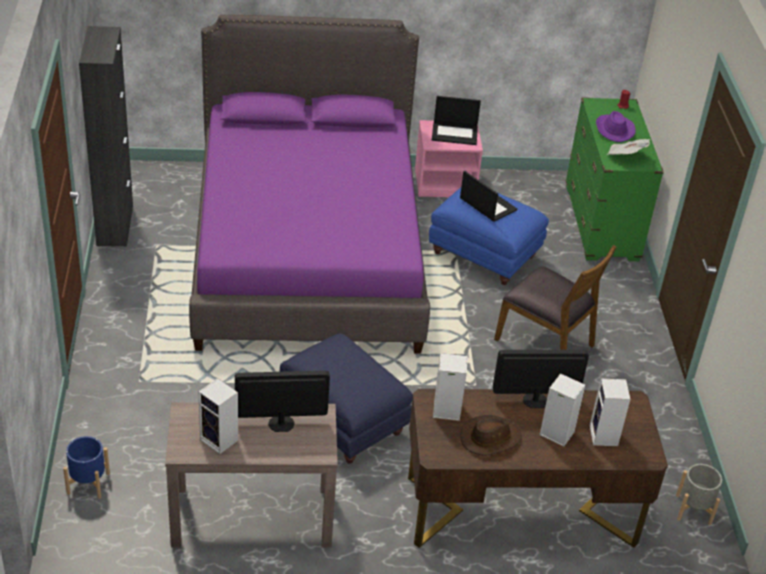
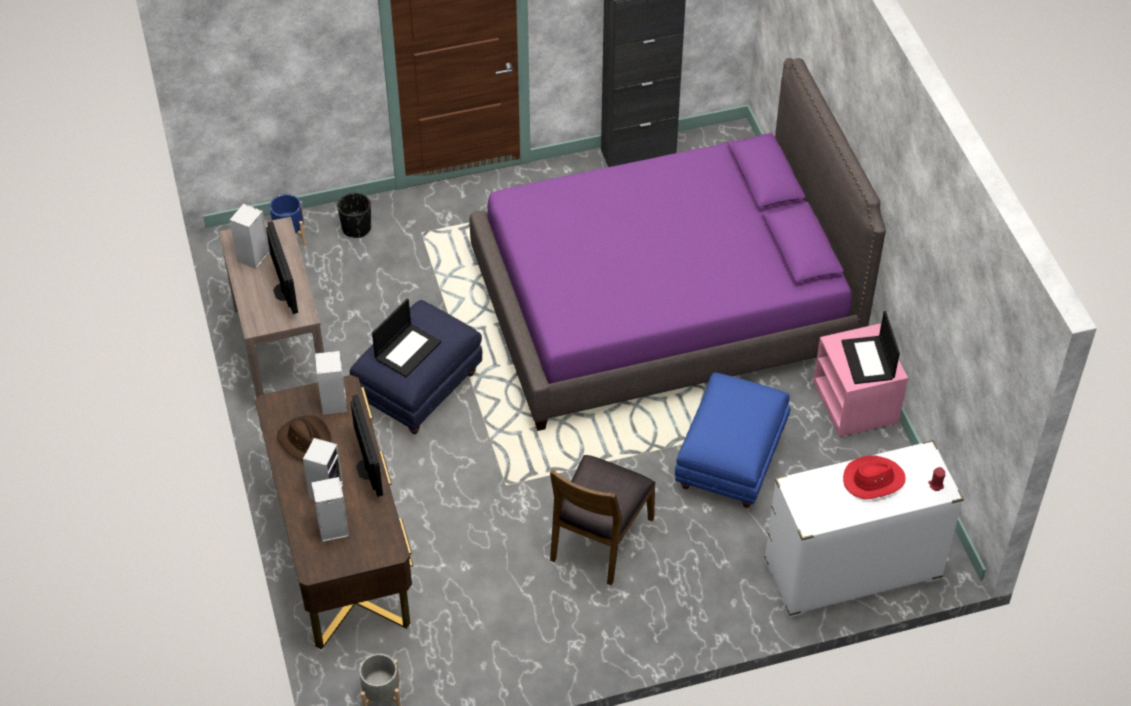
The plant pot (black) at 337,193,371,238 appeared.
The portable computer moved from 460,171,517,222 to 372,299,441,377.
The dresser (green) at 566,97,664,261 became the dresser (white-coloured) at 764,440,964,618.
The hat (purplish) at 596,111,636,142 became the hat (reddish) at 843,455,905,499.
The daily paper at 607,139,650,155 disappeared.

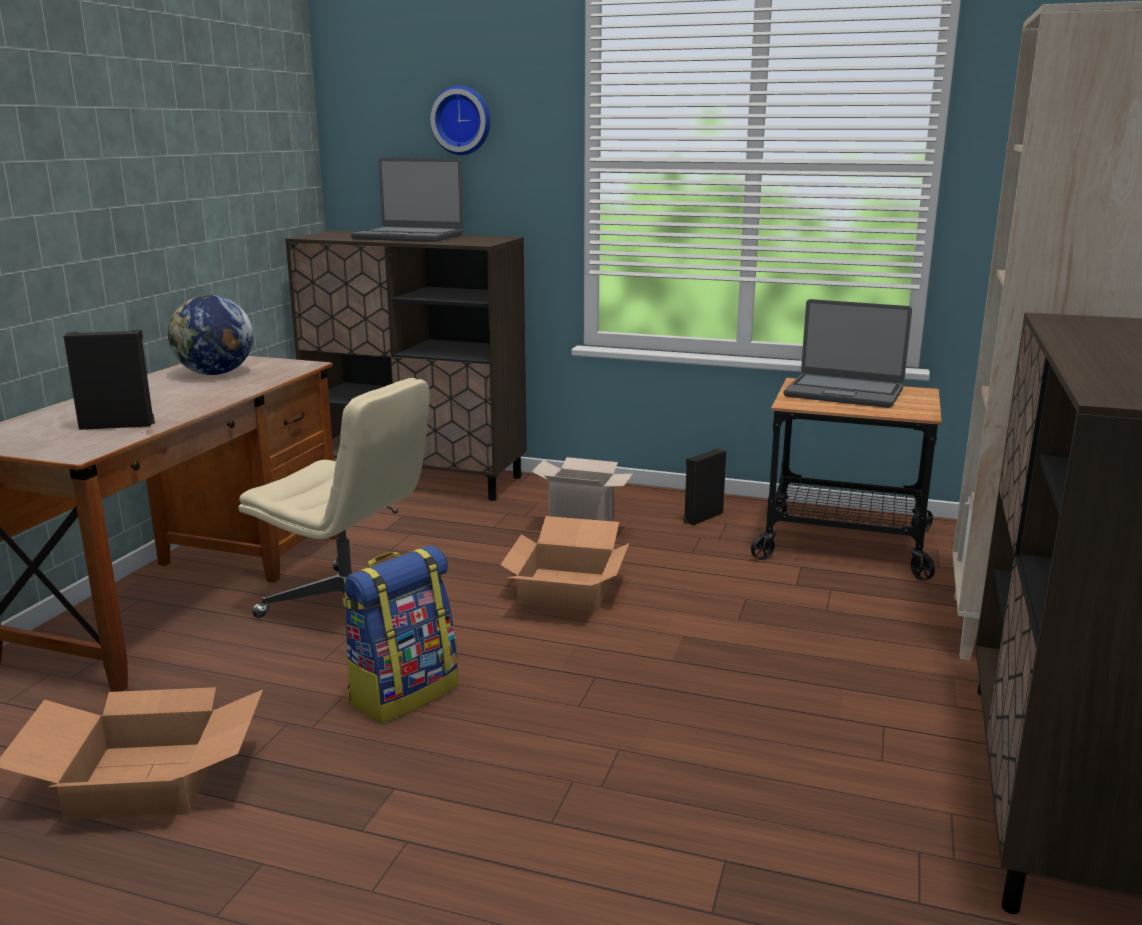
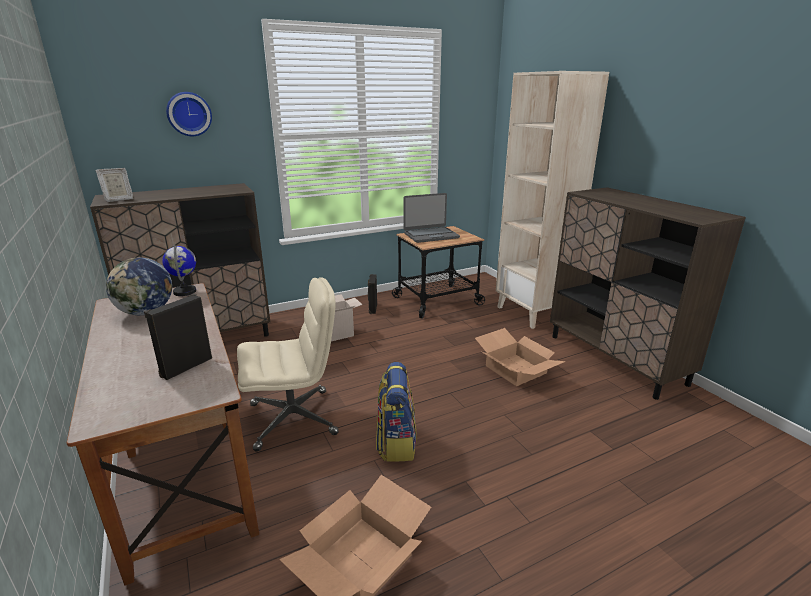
The standing frame at 95,168,133,202 appeared.
The globe at 162,245,196,296 appeared.
The packing box moved from 501,516,629,611 to 475,328,566,386.
The portable computer at 351,158,464,242 disappeared.

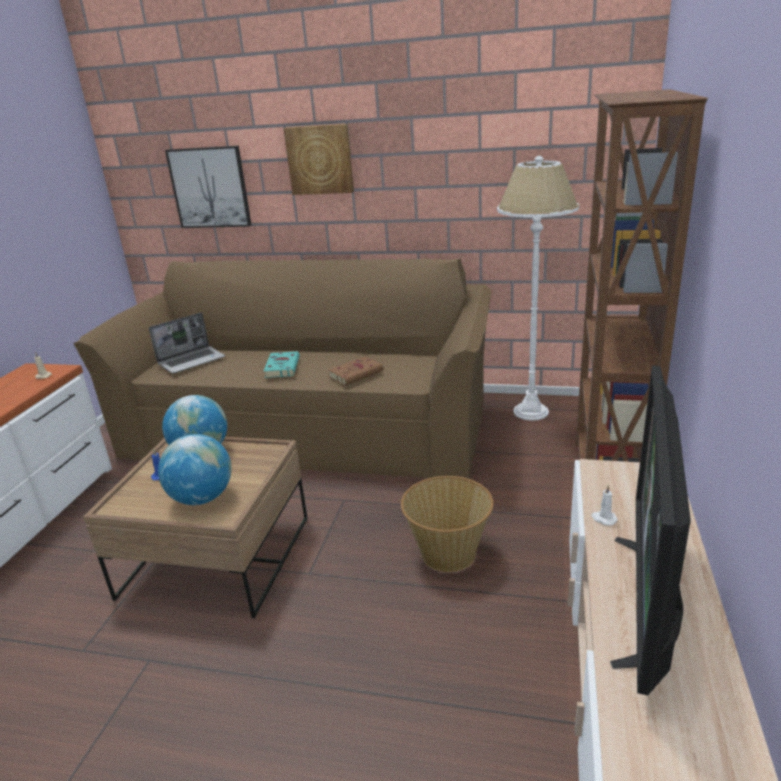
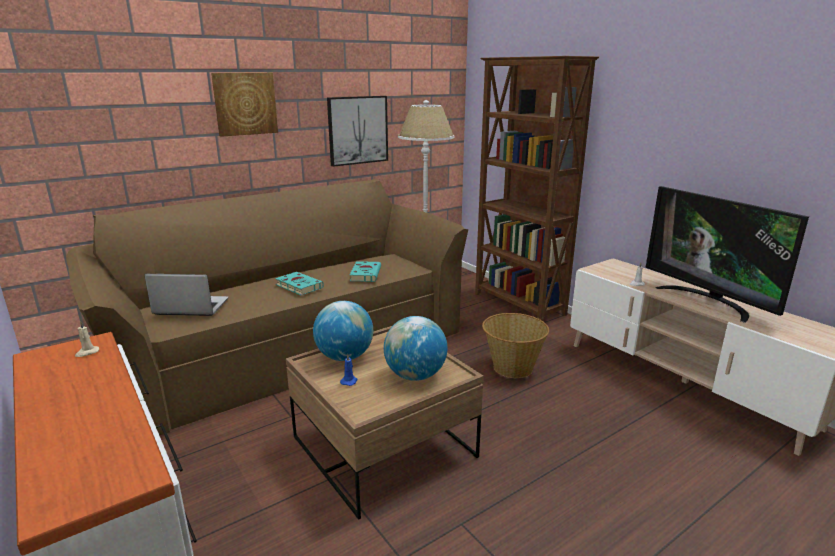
The portable computer at 149,313,225,373 turned 90 degrees counterclockwise.
The wall picture moved from 165,146,252,228 to 327,96,388,167.
The bound book (brown-coloured) at 328,356,383,385 became the bound book (blue-green) at 350,261,381,282.

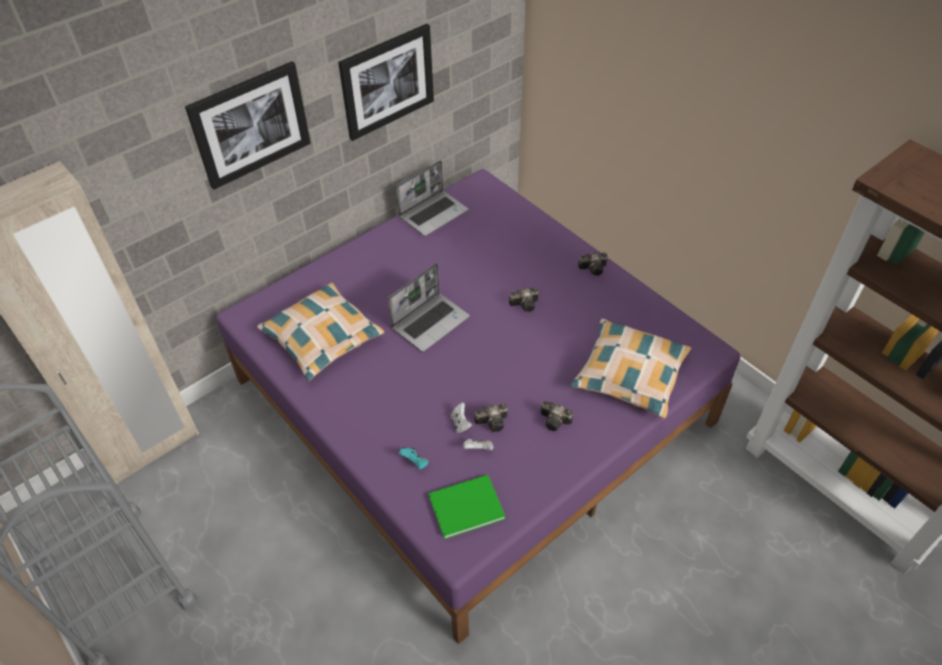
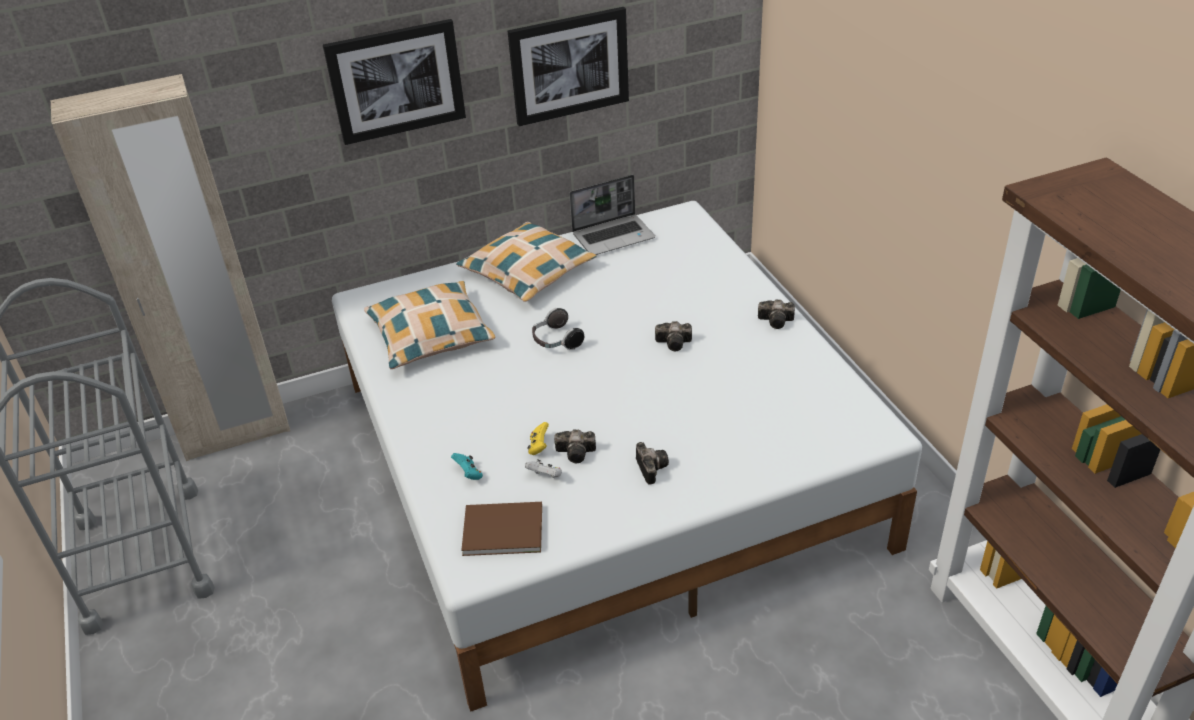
The bedroom bed (purplish) at 216,169,740,644 became the bedroom bed (white-coloured) at 332,201,922,712.
The cushion moved from 570,319,692,419 to 456,222,597,302.
The bound book (green) at 428,475,505,539 became the bound book (brown-coloured) at 461,502,542,556.
The gamepad (white-coloured) at 451,403,472,433 became the gamepad (yellow-coloured) at 527,422,549,455.
The portable computer at 388,263,470,352 was replaced by the headset at 532,308,584,350.
The photo camera at 540,401,573,431 turned 150 degrees counterclockwise.

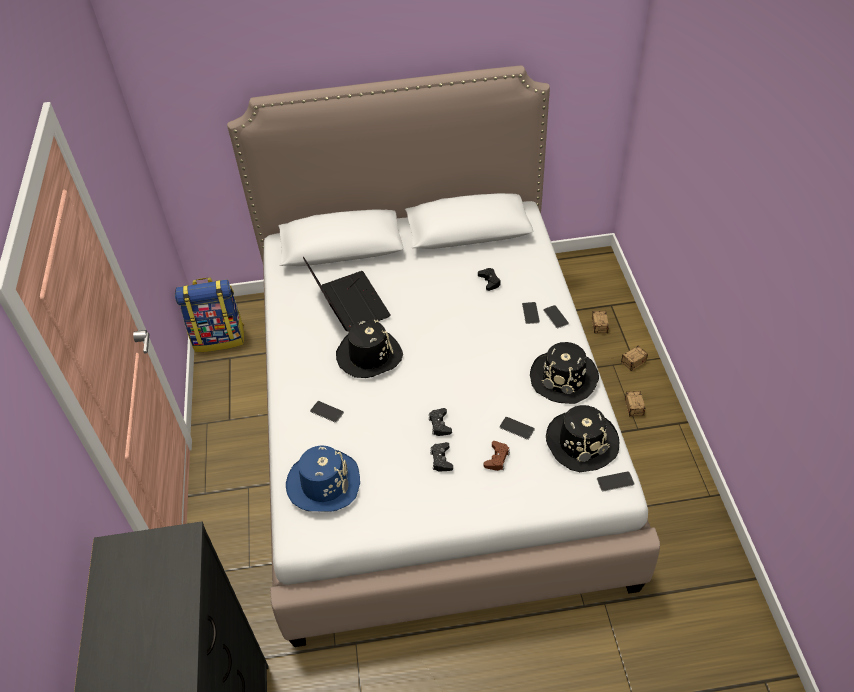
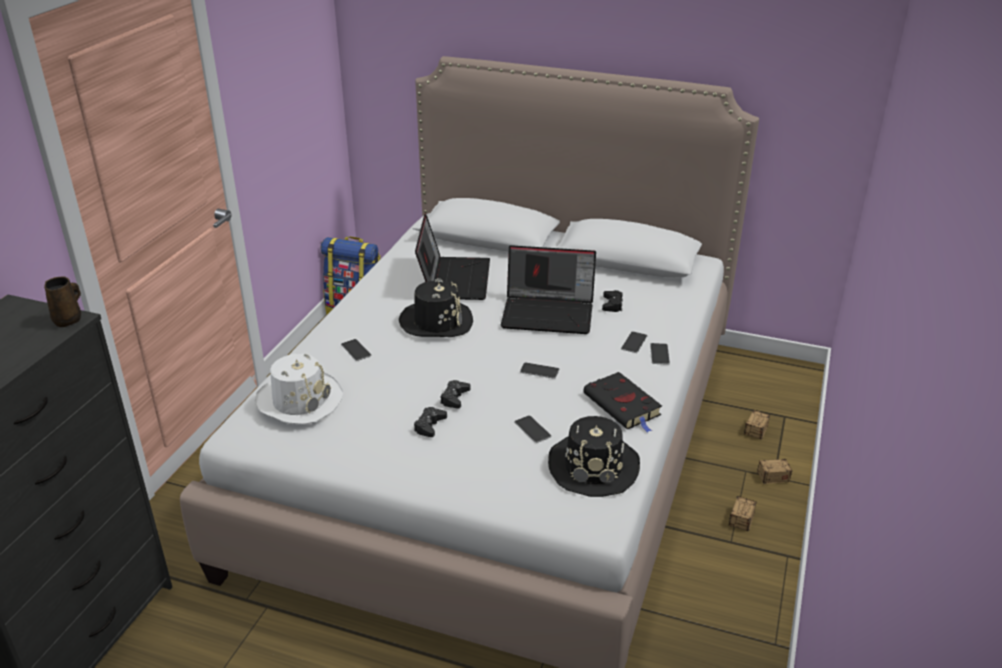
The coffee mug (brown-coloured) at 44,277,81,327 appeared.
The hat (blue-coloured) at 286,445,360,511 became the hat (white-coloured) at 255,354,343,424.
The portable computer at 501,245,596,334 appeared.
The phone moved from 597,471,635,492 to 520,362,559,379.
The hat (black) at 530,342,599,404 was replaced by the bound book (black) at 583,372,662,433.
The gamepad (brown-coloured) at 484,441,510,471 disappeared.

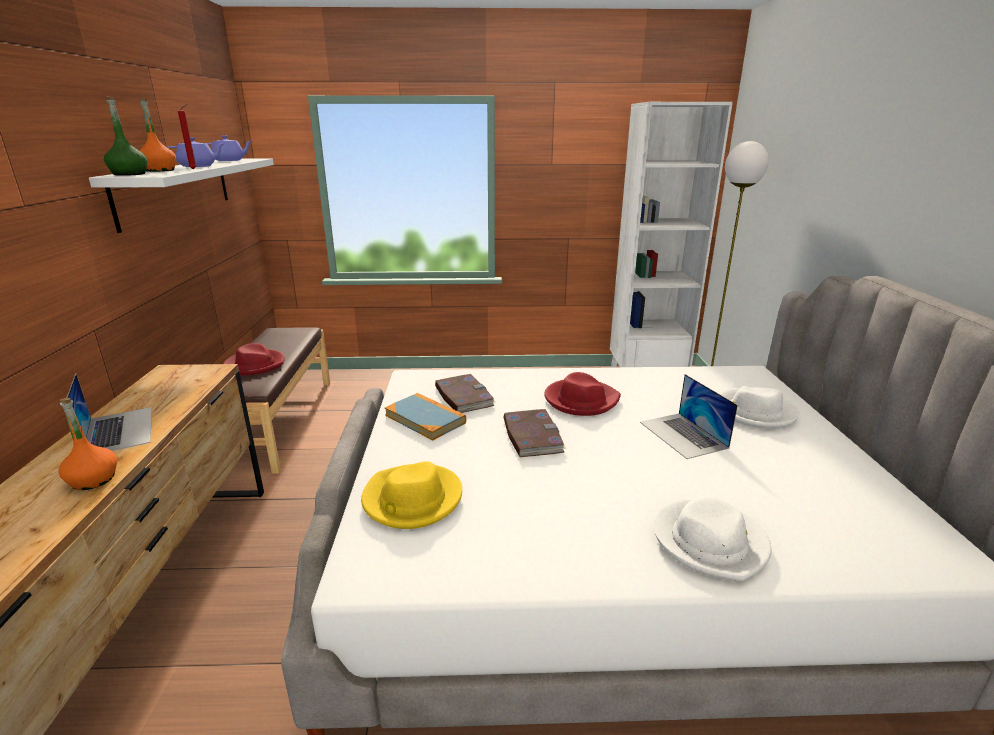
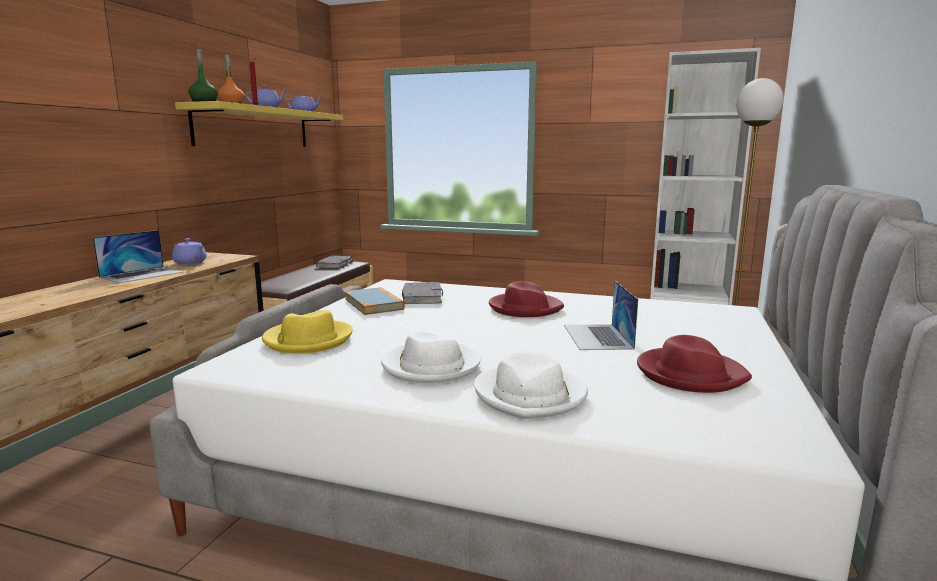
The portable computer at 63,374,152,451 turned 45 degrees clockwise.
The teapot (purplish) at 172,238,207,265 appeared.
The bracket shelf (white-coloured) at 89,158,274,233 became the bracket shelf (yellow-coloured) at 175,101,343,147.
The bound book moved from 503,409,566,457 to 316,256,353,268.
The hat (white-coloured) moved from 720,386,800,429 to 381,332,481,384.
The hat (reddish) moved from 223,343,285,375 to 637,335,752,393.
The beverage bottle (orangey) at 58,398,117,490 disappeared.

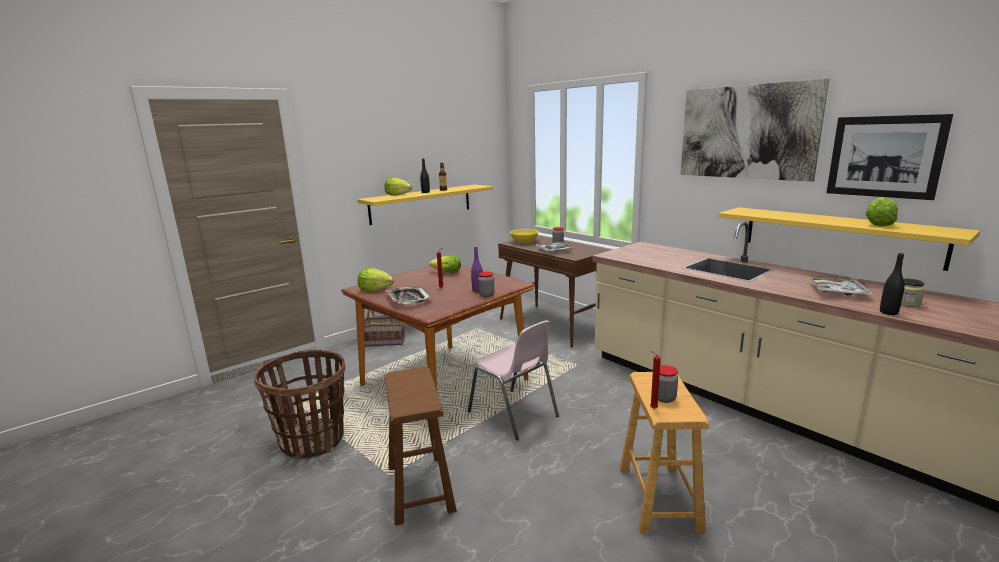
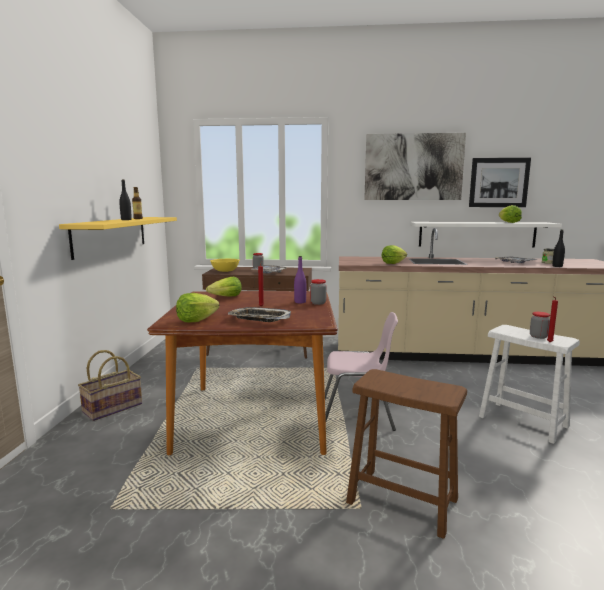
The head of lettuce moved from 384,177,412,196 to 381,245,407,264.
The bracket shelf (yellow-coloured) at 718,207,980,271 became the bracket shelf (white-coloured) at 411,222,562,248.
The stool seat (brown-coloured) at 620,372,709,533 became the stool seat (white-coloured) at 479,325,580,444.
The household basket at 254,349,345,459 disappeared.

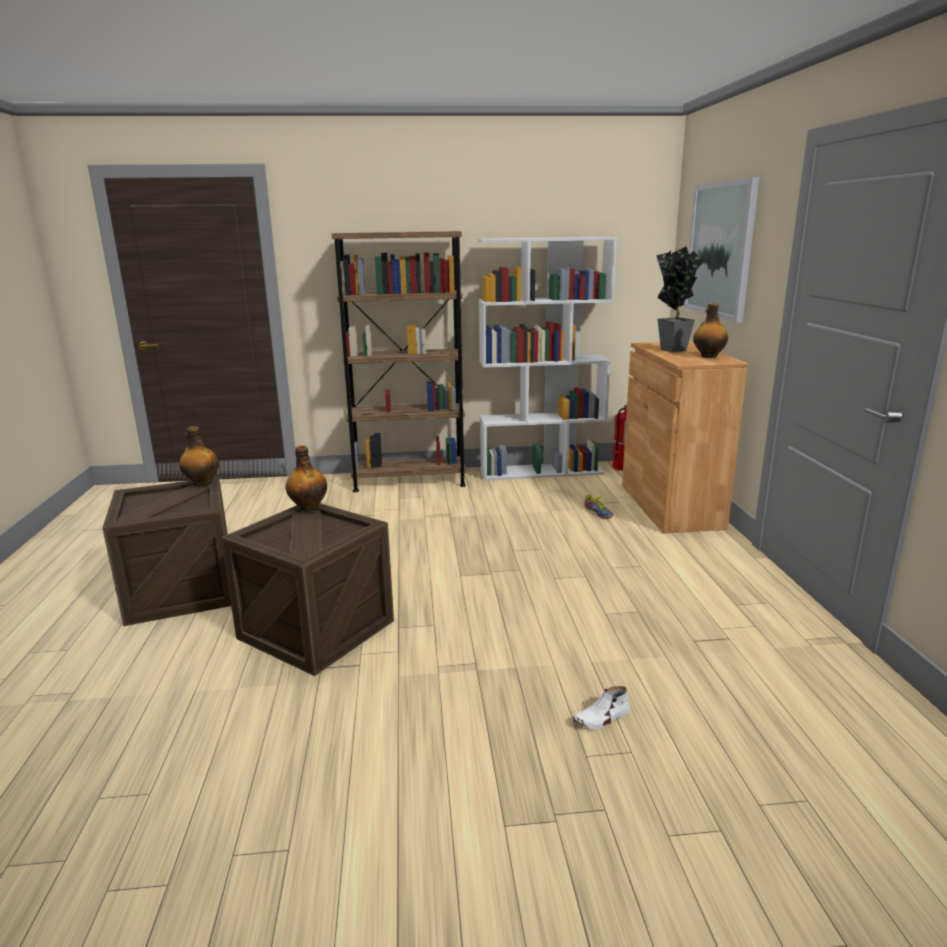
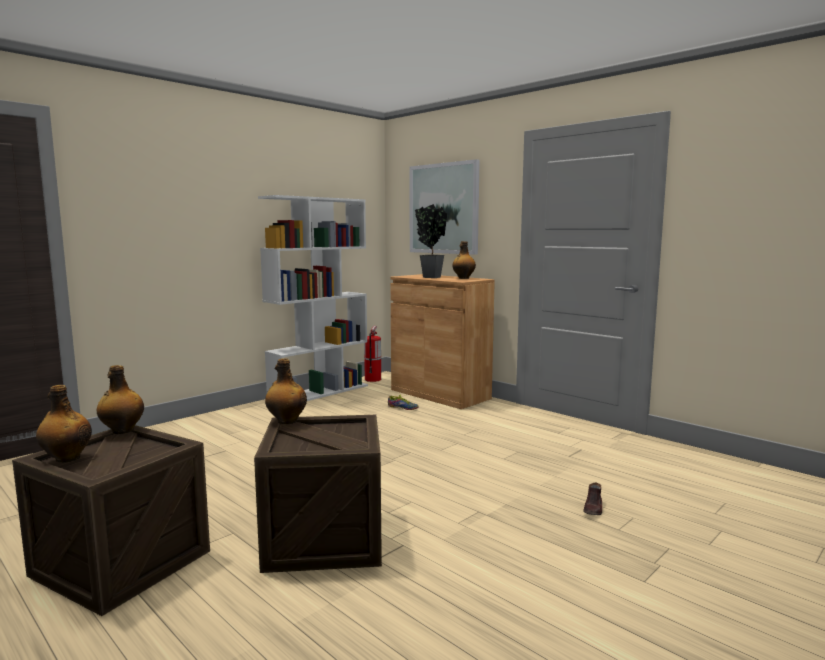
The beverage bottle at 36,385,92,463 appeared.
The shoe (white-coloured) at 572,686,630,729 became the shoe (brown-coloured) at 583,482,602,515.
The bookcase (brown-coloured) at 332,231,466,492 disappeared.

